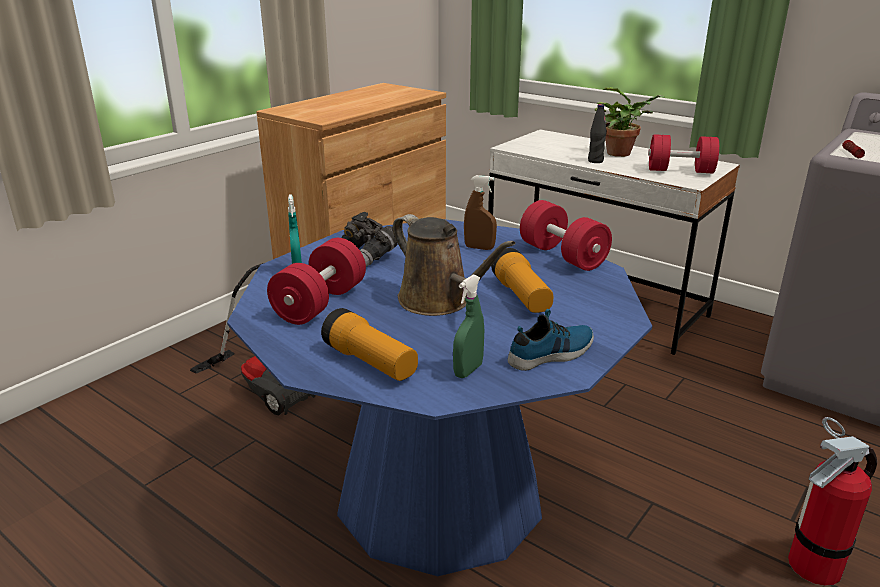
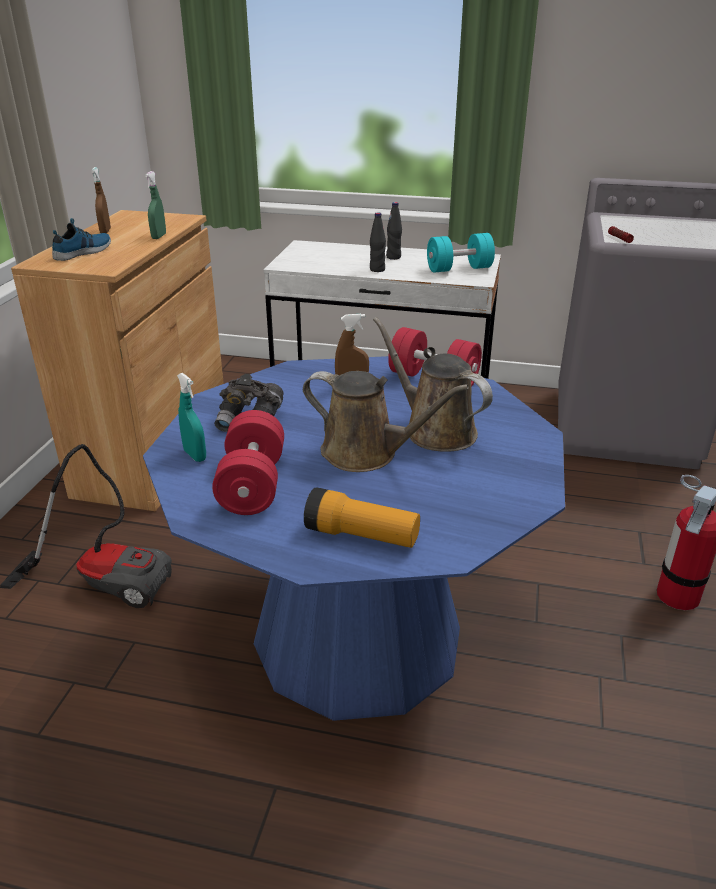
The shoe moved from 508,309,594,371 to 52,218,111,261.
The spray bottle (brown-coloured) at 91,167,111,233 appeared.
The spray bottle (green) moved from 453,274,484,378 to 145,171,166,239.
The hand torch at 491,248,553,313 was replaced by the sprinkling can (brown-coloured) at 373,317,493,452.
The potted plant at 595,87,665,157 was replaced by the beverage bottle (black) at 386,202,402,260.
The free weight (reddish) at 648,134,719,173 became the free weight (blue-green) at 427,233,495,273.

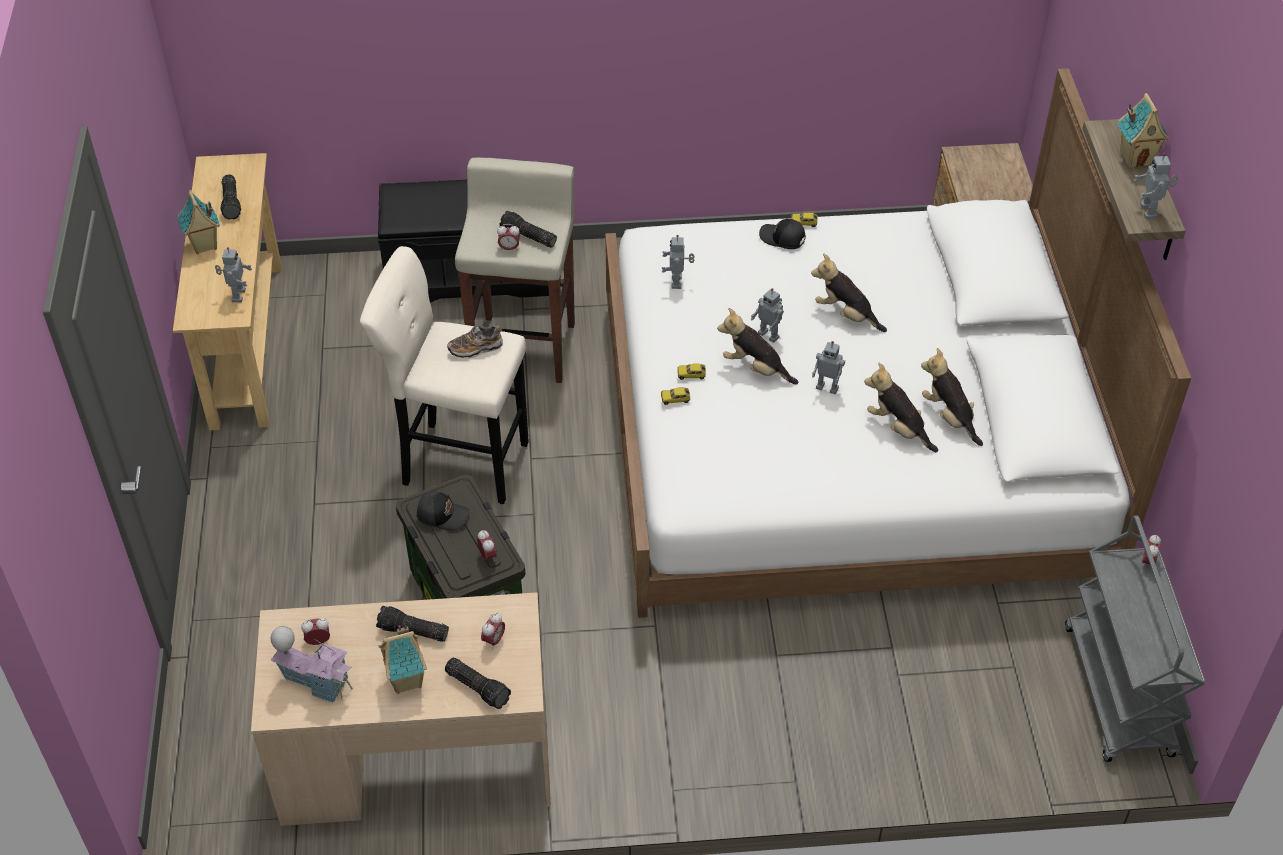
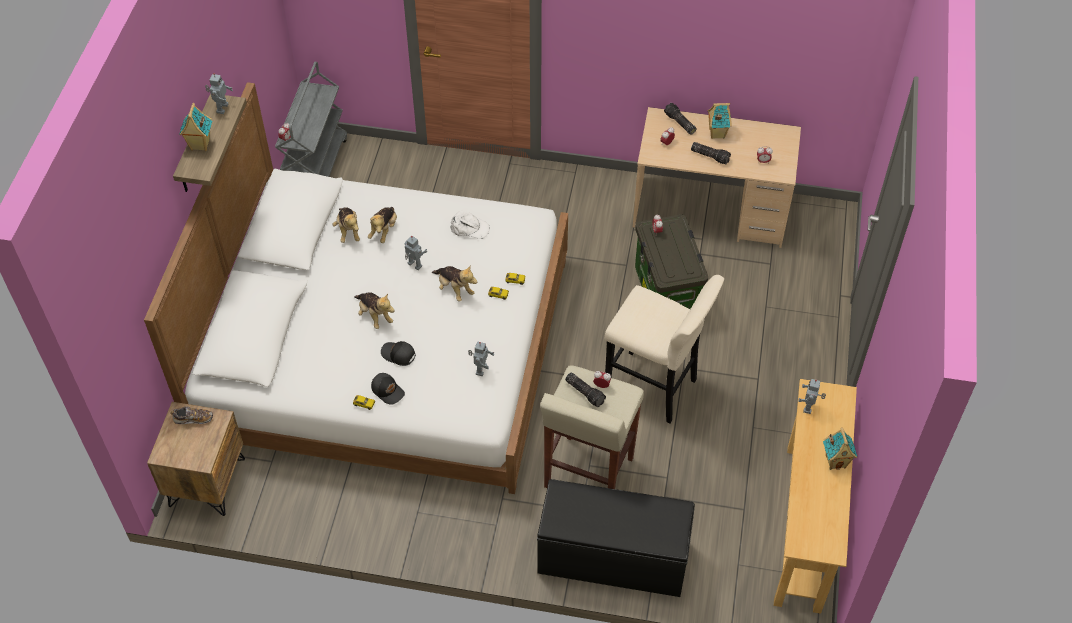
The shoe moved from 447,325,503,358 to 170,406,213,424.
The plush toy at 864,363,938,452 turned 45 degrees clockwise.
The cap (black) moved from 417,492,469,530 to 381,341,416,366.
The cap (white-coloured) at 450,211,490,239 appeared.
The hand torch at 221,174,241,220 disappeared.
The model house at 270,626,353,703 disappeared.
The model robot at 751,288,784,343 disappeared.

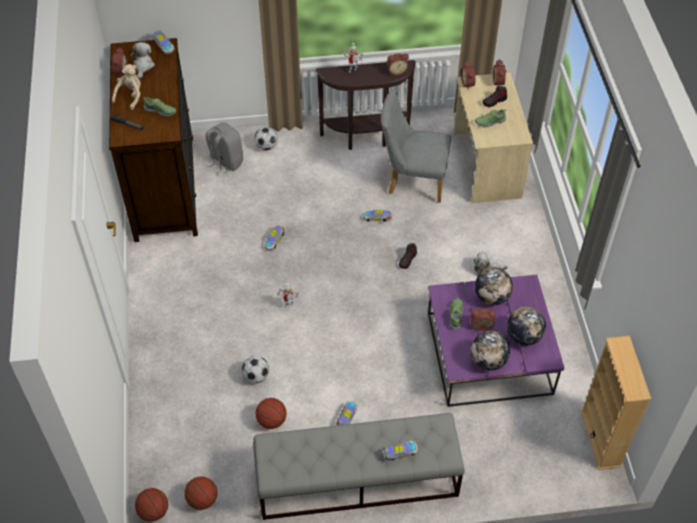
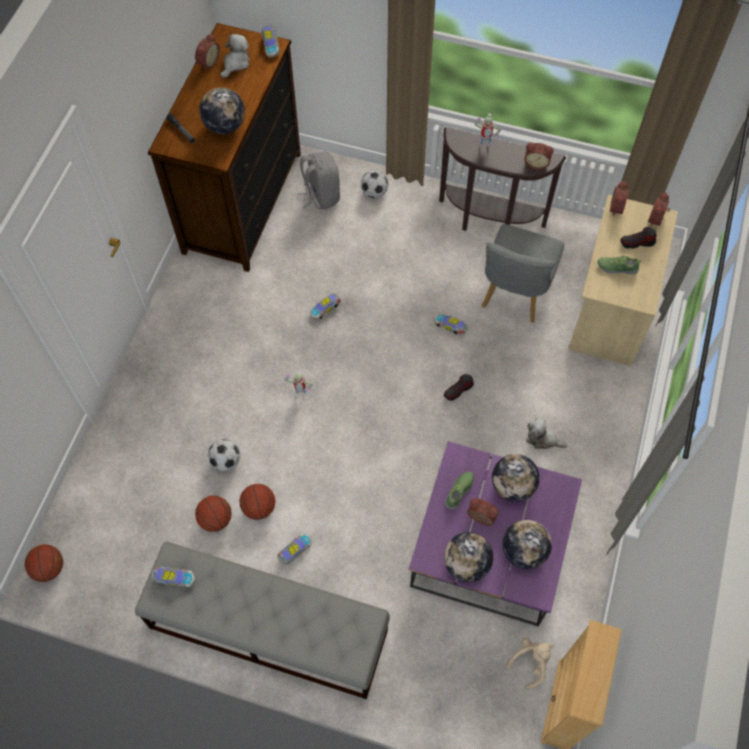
The toy car moved from 382,440,418,460 to 152,566,195,587.
The shoe at 143,97,176,117 was replaced by the globe at 199,87,245,134.
The basketball ball moved from 185,476,217,510 to 239,484,275,520.
The upright chair (grey) at 381,89,451,203 turned 105 degrees counterclockwise.
The plush toy (sand-coloured) moved from 112,64,141,110 to 506,638,554,689.

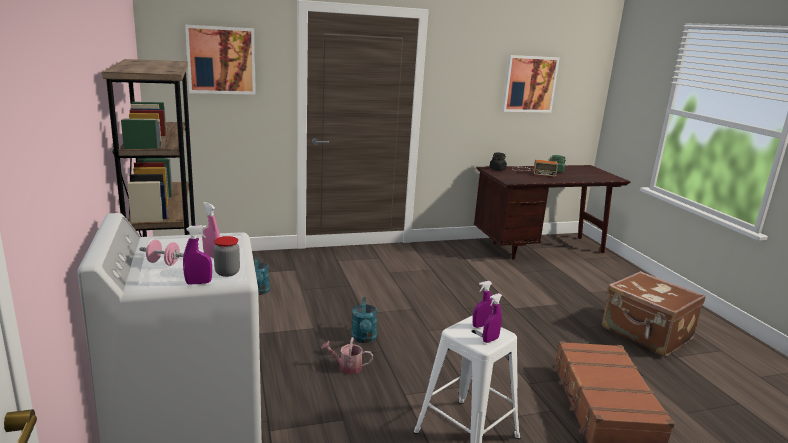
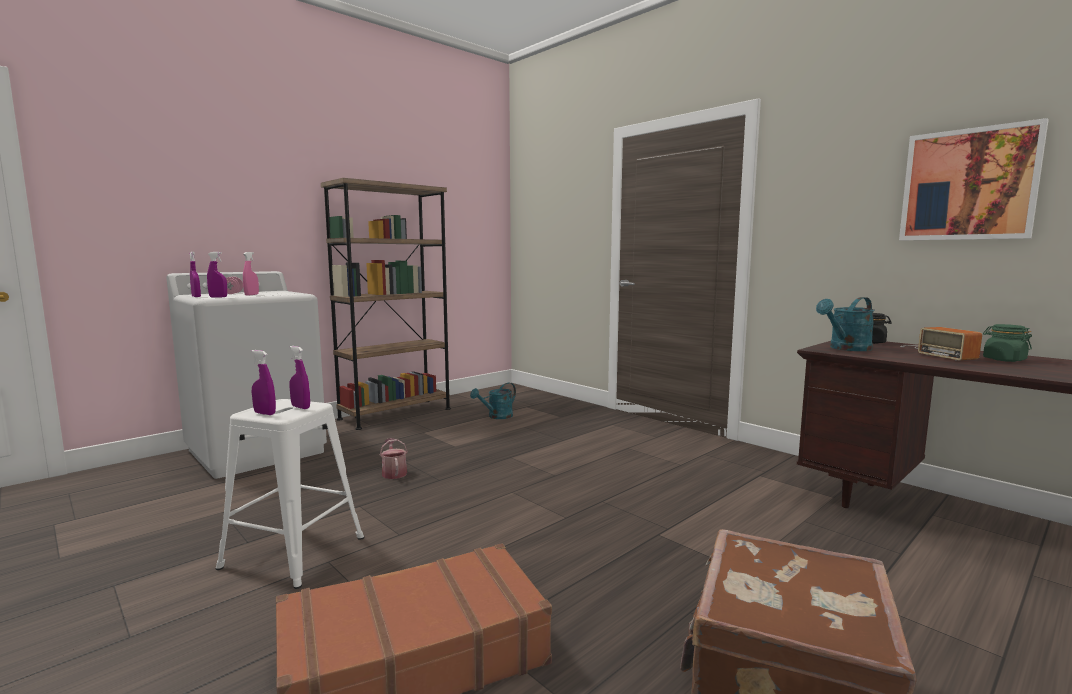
The jar at 213,236,240,277 was replaced by the spray bottle (purplish) at 207,252,227,298.
The sprinkling can (blue-green) moved from 351,297,378,343 to 816,297,875,351.
The wall picture at 185,25,256,95 disappeared.

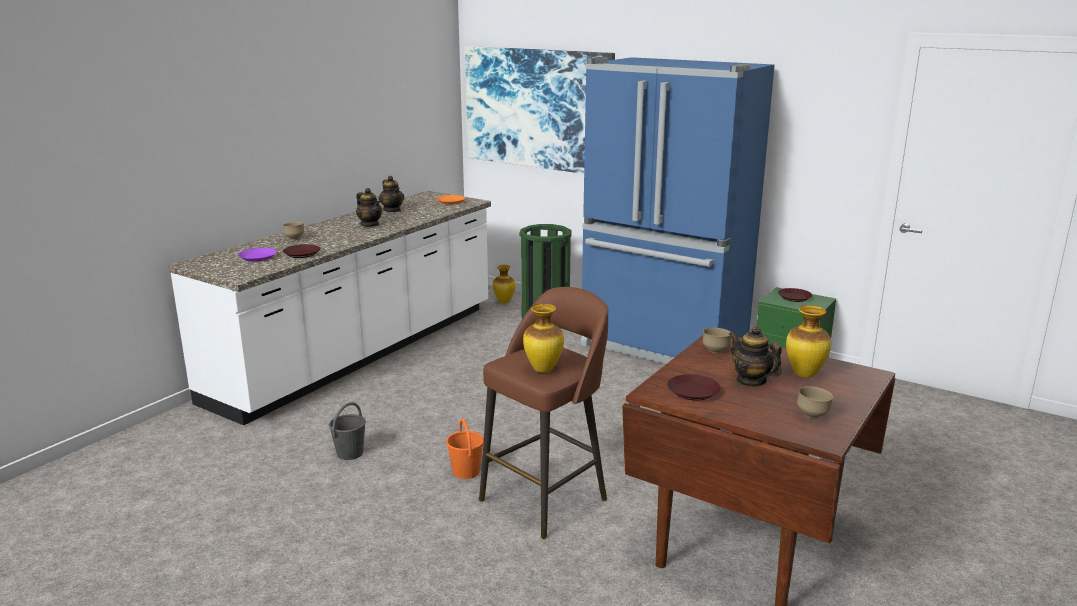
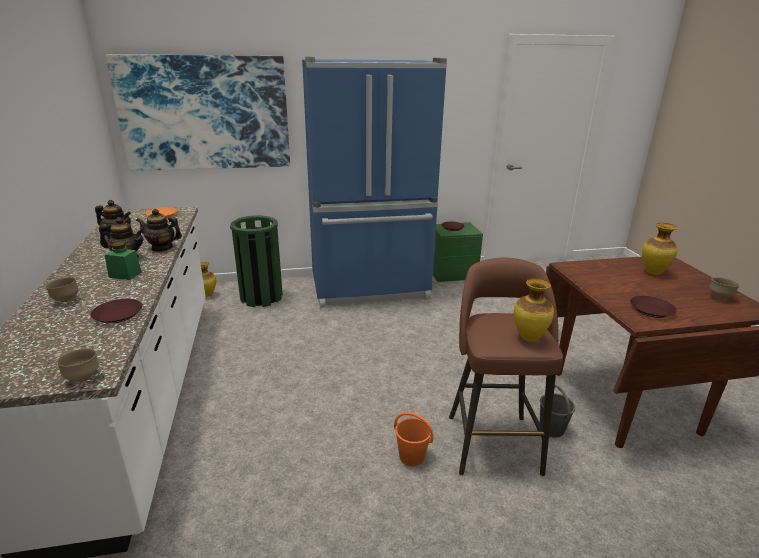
The deep dish (brown-coloured) moved from 703,328,731,354 to 56,348,99,383.
The jar (green) at 105,242,142,280 appeared.
The teapot moved from 729,326,782,387 to 136,209,182,252.
The pail (grey) moved from 329,402,366,460 to 540,384,575,438.
The flat dish (purplish) at 238,248,277,262 disappeared.

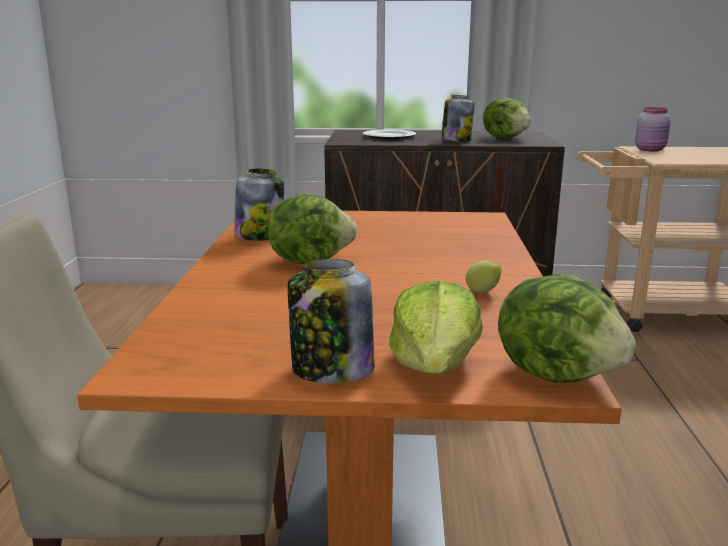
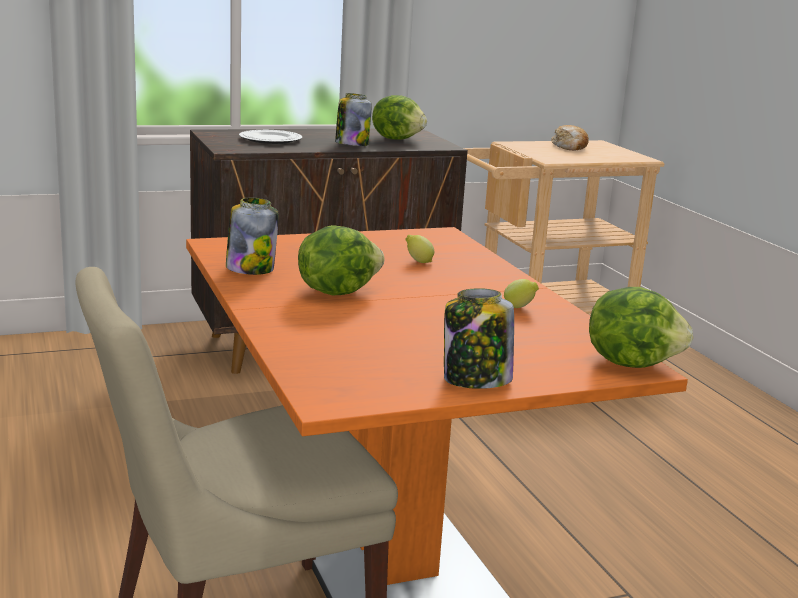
The lemon at 406,235,434,263 appeared.
The baked bread at 551,125,589,151 appeared.
The head of lettuce at 389,281,483,374 disappeared.
The jar (pink-coloured) at 635,107,671,152 disappeared.

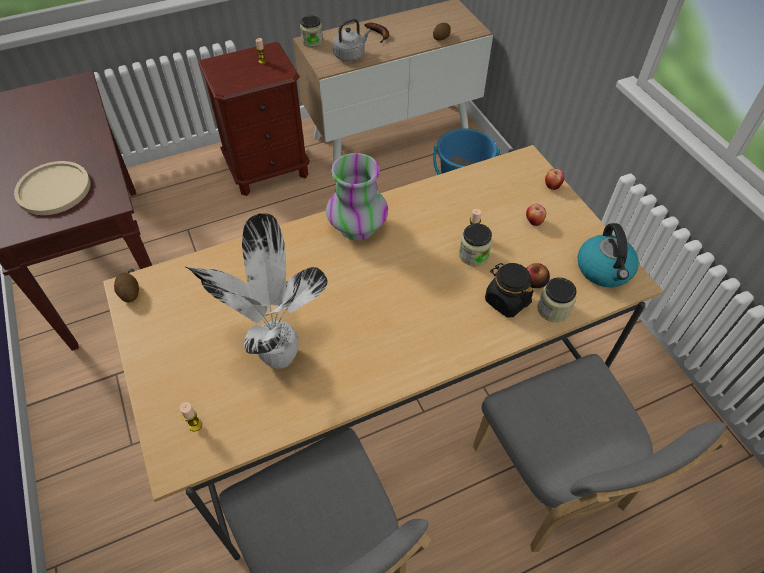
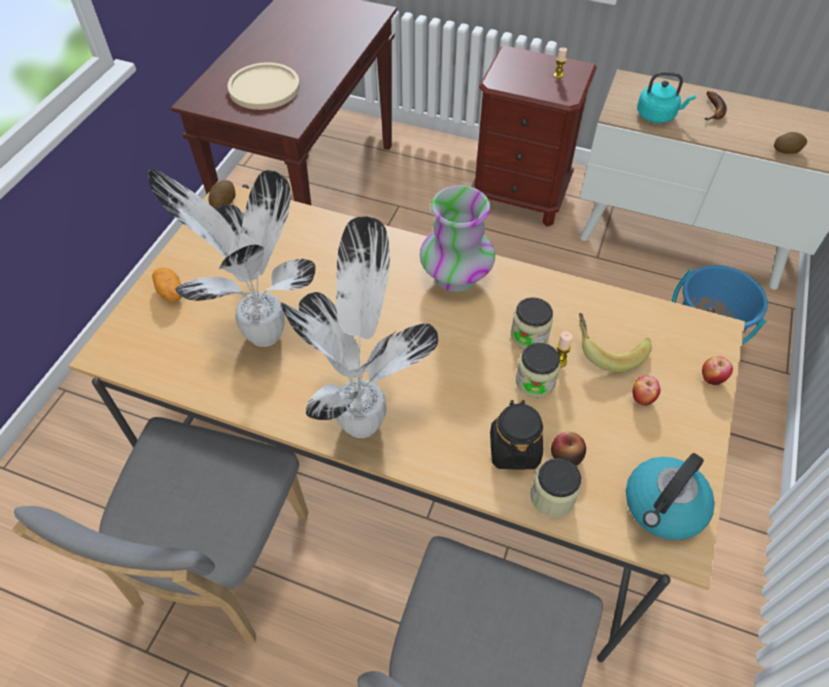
The potato at 152,268,182,302 appeared.
The potted plant at 280,216,438,438 appeared.
The jar moved from 300,16,323,47 to 511,297,553,349.
The banana at 579,313,652,372 appeared.
The tea kettle (grey) at 333,18,370,62 became the tea kettle (blue-green) at 637,72,696,123.
The candle at 180,402,202,431 disappeared.

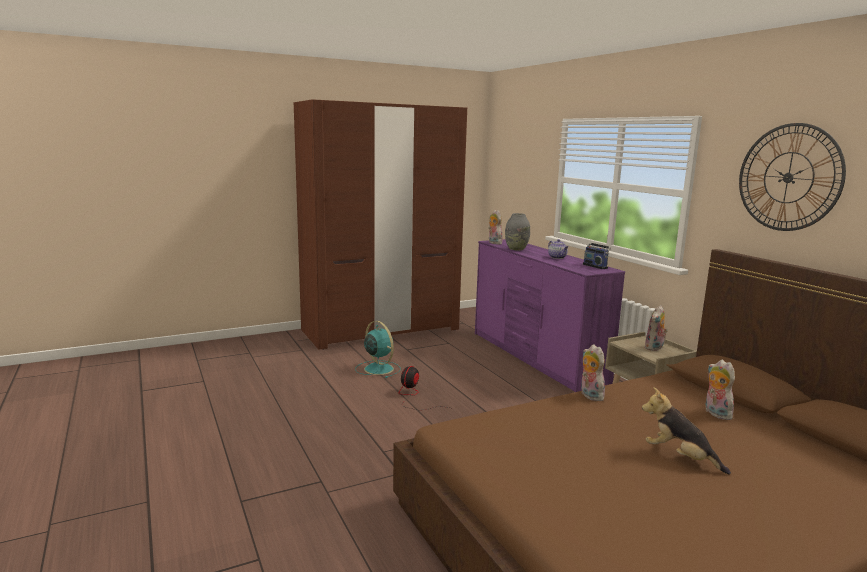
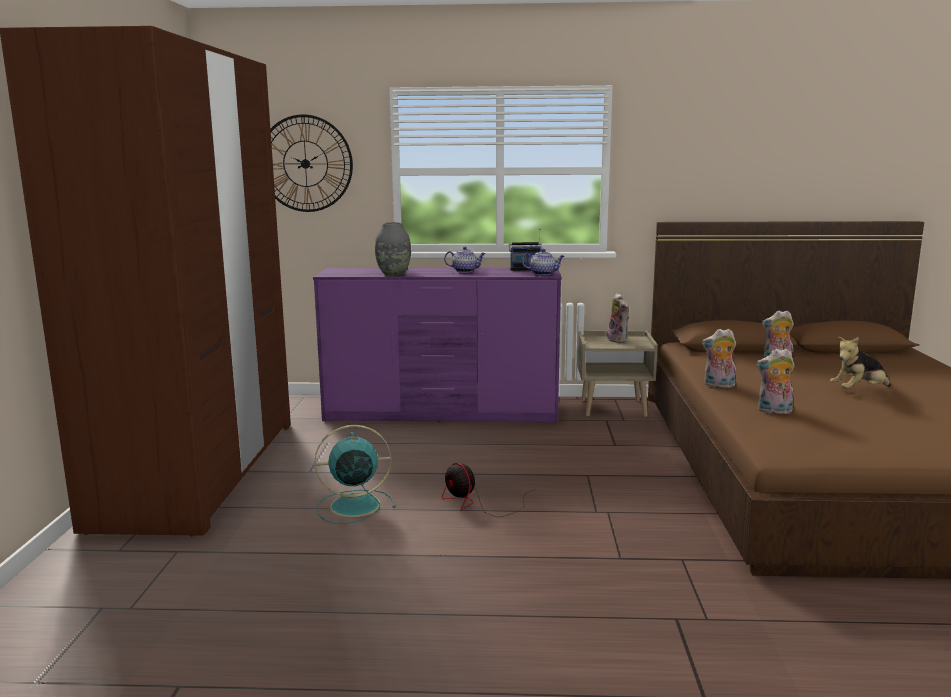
The hanging clock moved from 739,123,846,231 to 271,114,353,212.
The teapot at 522,249,564,275 appeared.
The plush toy moved from 488,210,503,244 to 756,348,794,414.

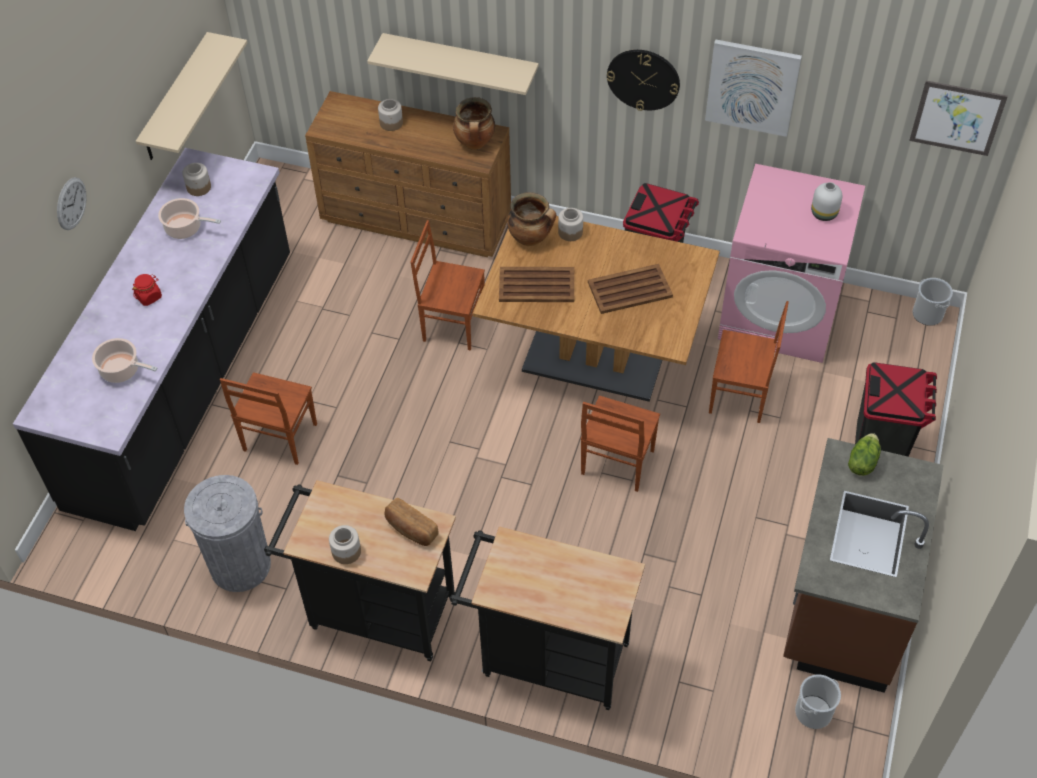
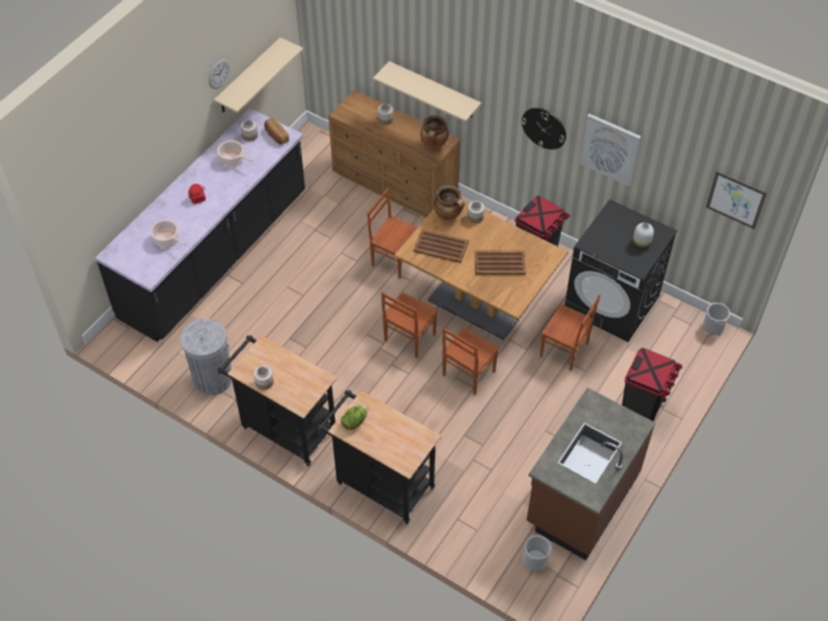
The hanging clock moved from 57,177,87,230 to 209,58,230,89.
The baked bread moved from 385,498,438,546 to 264,117,289,145.
The head of lettuce moved from 848,433,881,476 to 341,404,368,430.
The upright chair (brown-coloured) moved from 220,372,317,465 to 381,292,438,358.
The laundry machine (pink-coloured) at 718,164,865,363 became the laundry machine (black) at 565,199,677,342.

